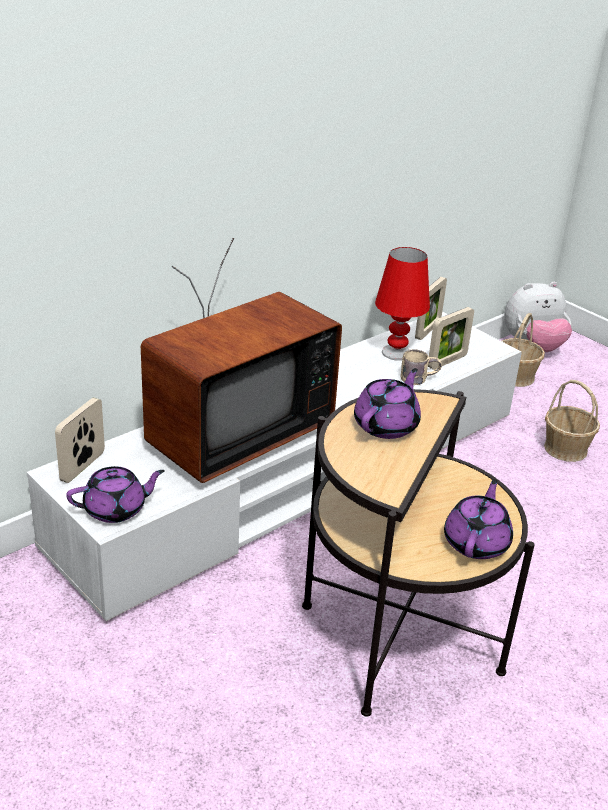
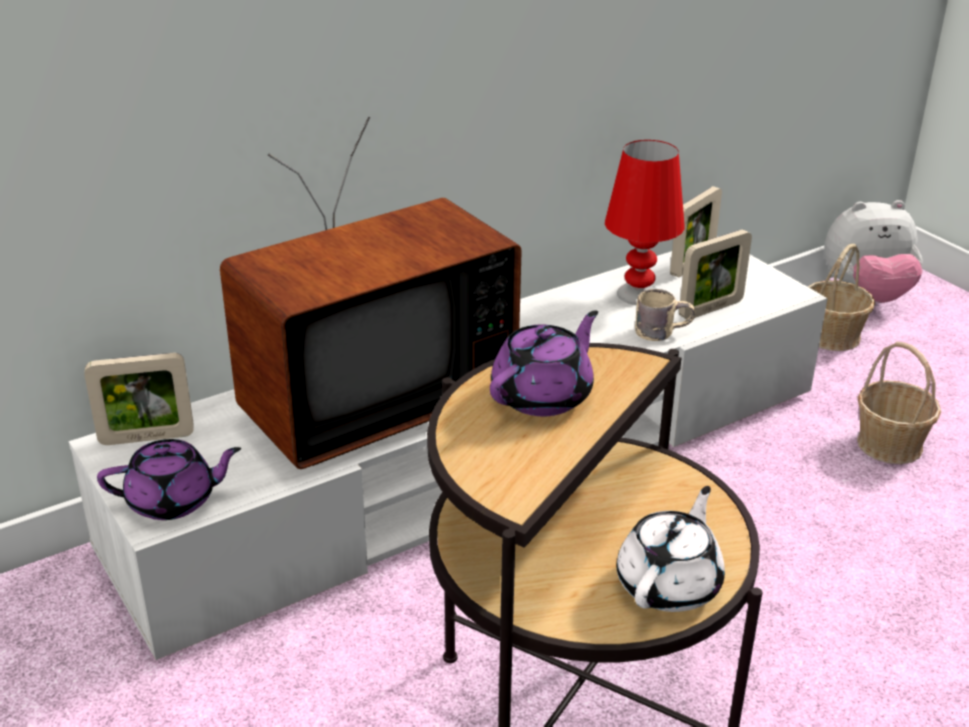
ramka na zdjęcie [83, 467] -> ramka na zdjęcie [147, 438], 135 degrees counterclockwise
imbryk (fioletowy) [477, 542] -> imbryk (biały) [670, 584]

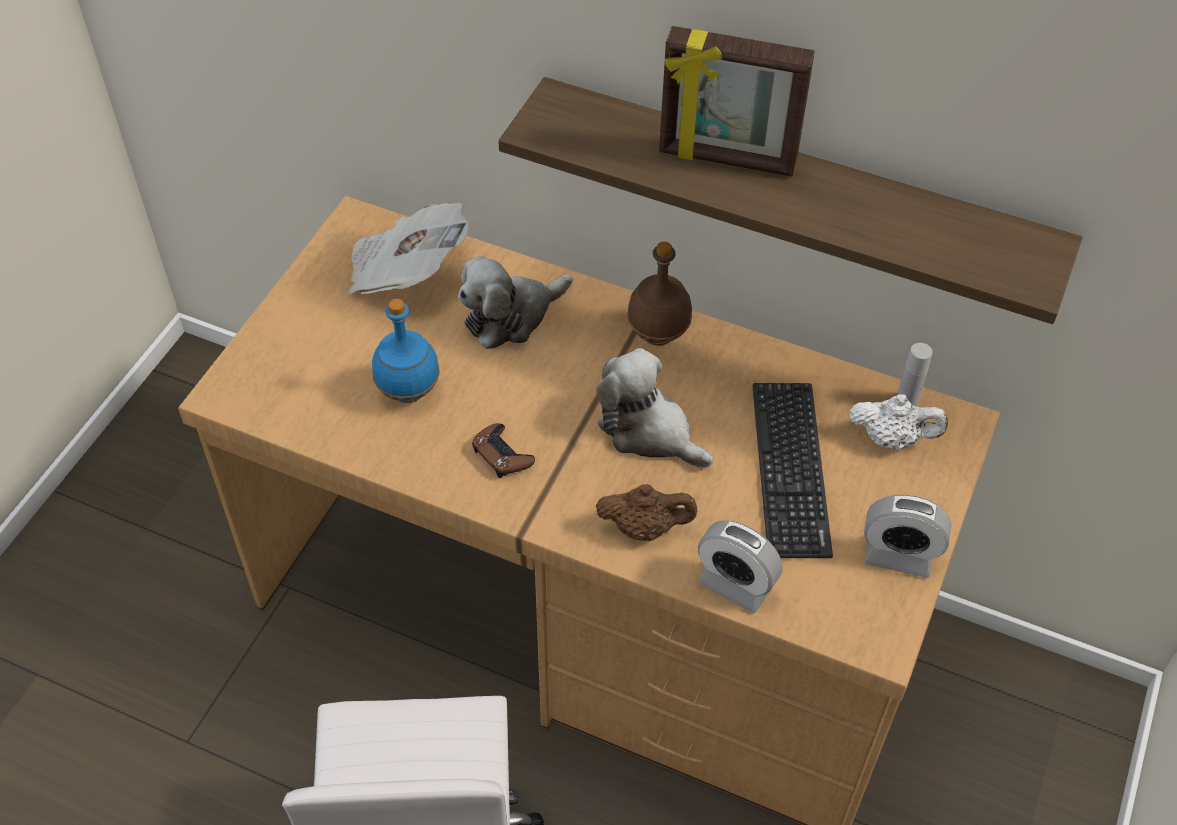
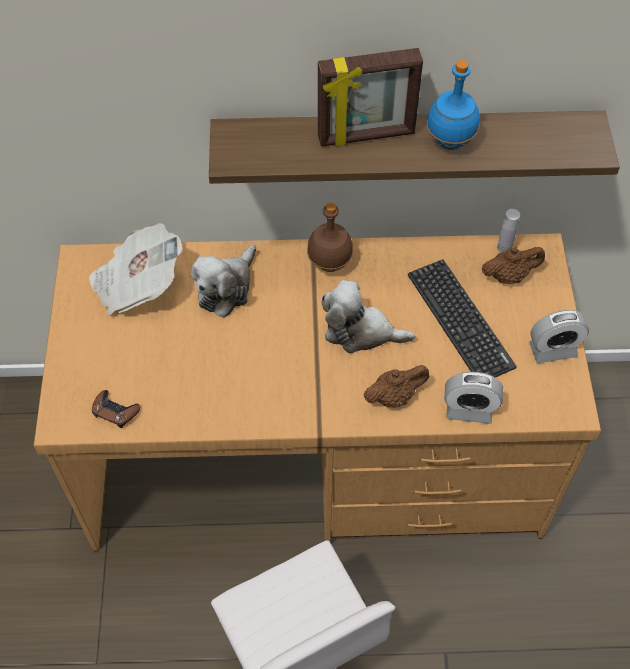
pad do gier (brązowy) [502, 455] -> pad do gier (brązowy) [115, 411], relocated
butelka (niebieski) [408, 391] -> butelka (niebieski) [449, 141], relocated
imbryk (biały) [892, 439] -> imbryk (brązowy) [509, 276]

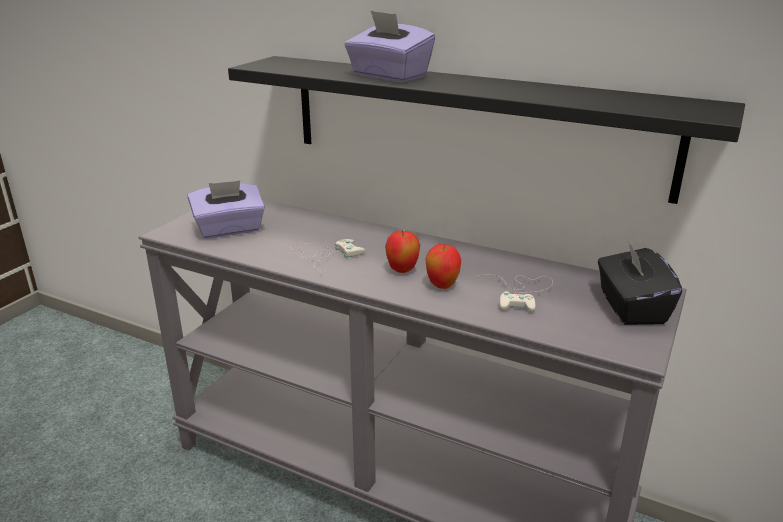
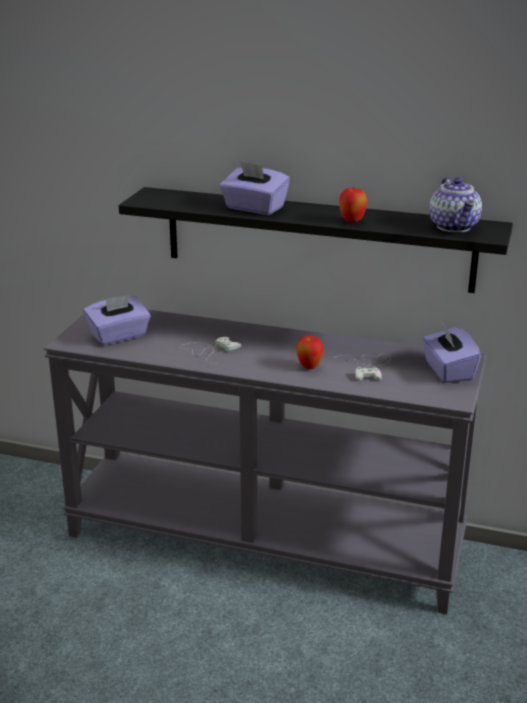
jabłko [402, 270] -> jabłko [352, 221], relocated
pudełko chusteczek (czarny) [630, 307] -> pudełko chusteczek (fioletowy) [447, 371]
none -> imbryk [455, 227]

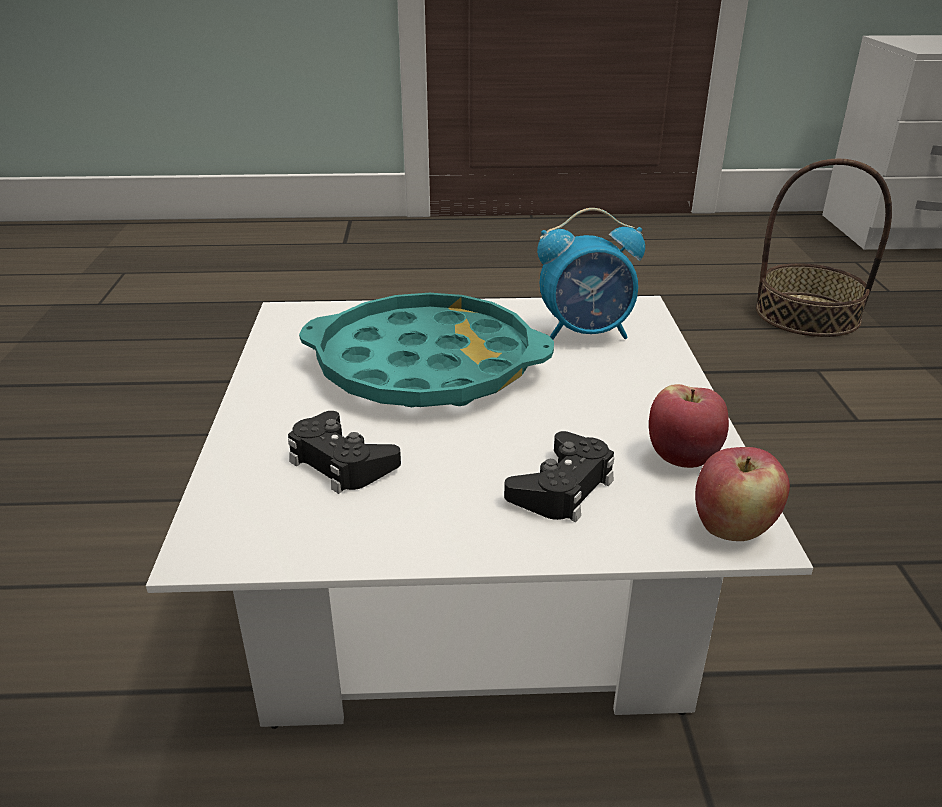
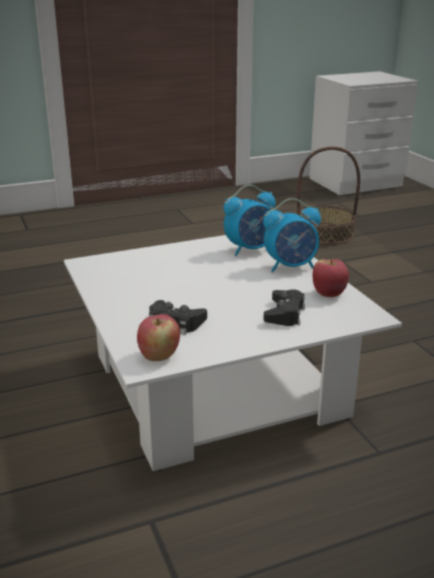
jabłko [732, 528] -> jabłko [159, 356], relocated
none -> budzik [291, 266]
taca (turkusowy) [426, 366] -> none

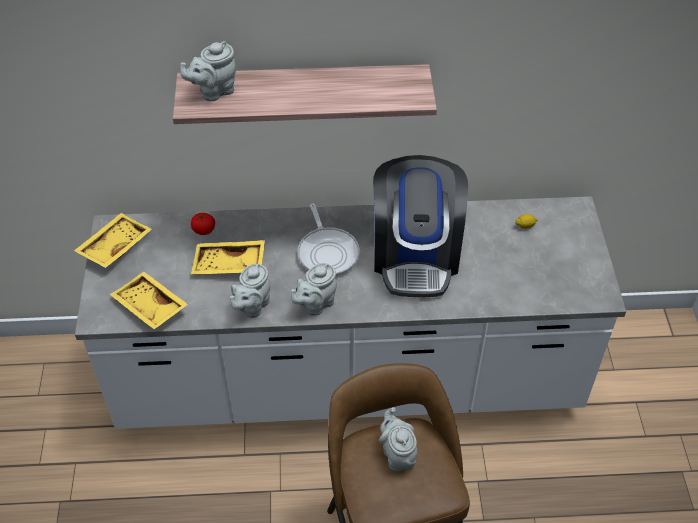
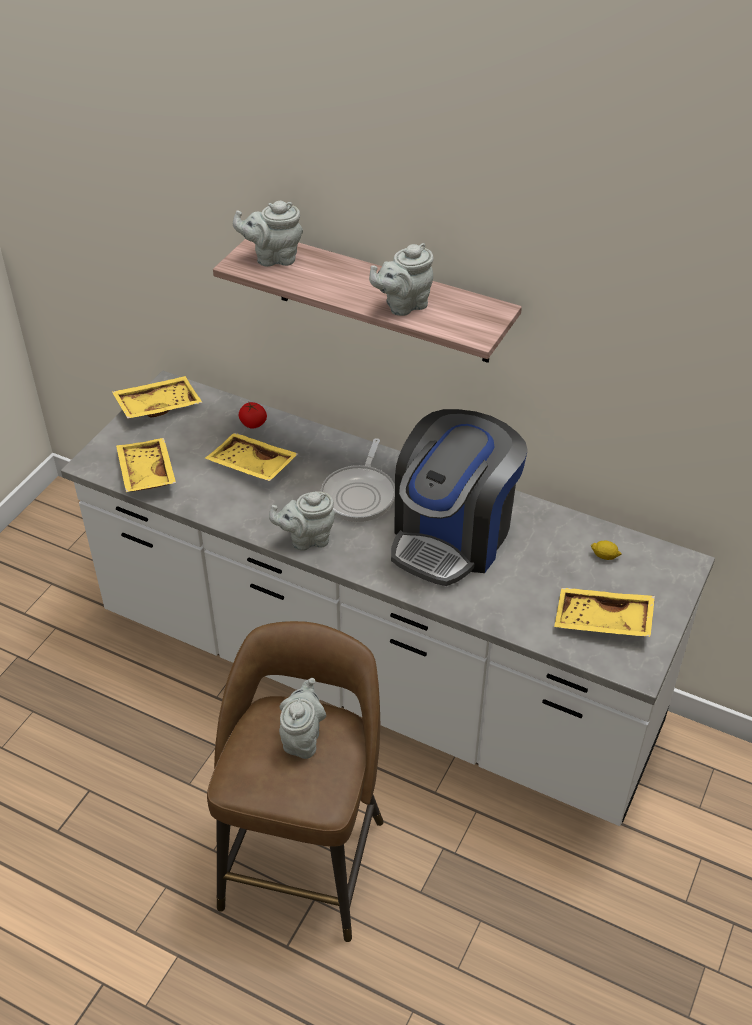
imbryk (szary) [252, 306] -> imbryk (szary) [403, 305], relocated
none -> taca (żółty) [602, 622]

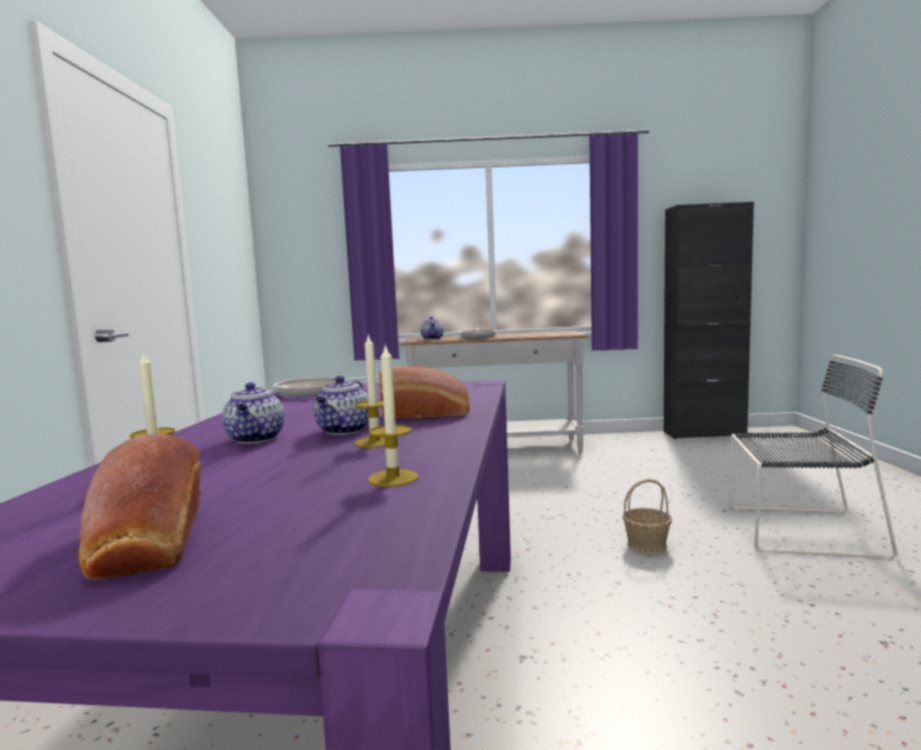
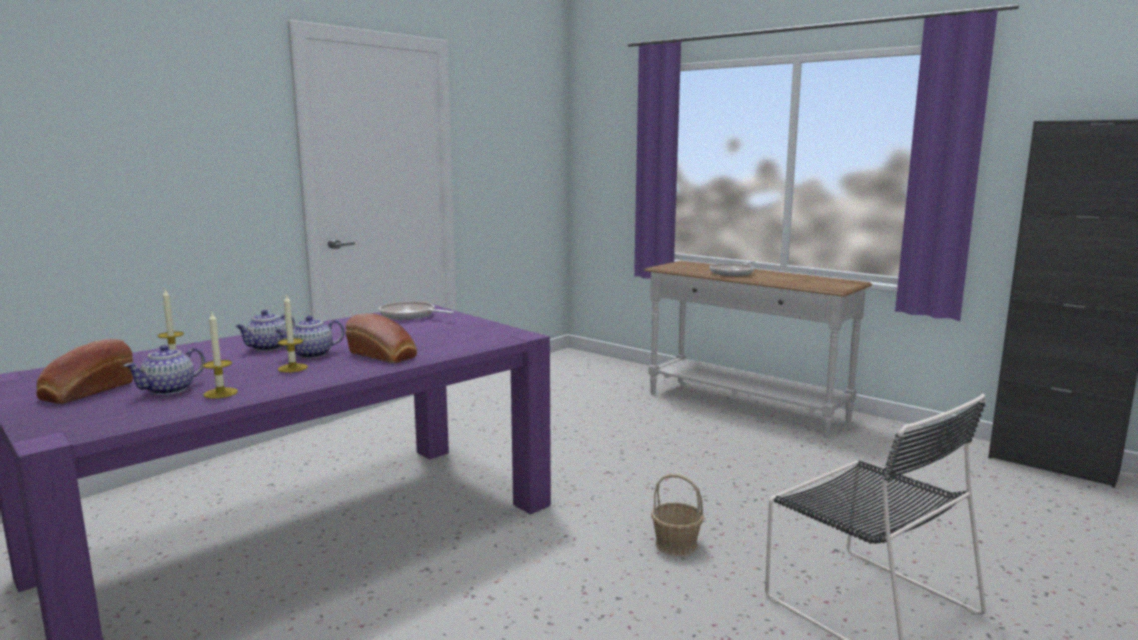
imbryk [432, 338] -> imbryk [170, 390], relocated

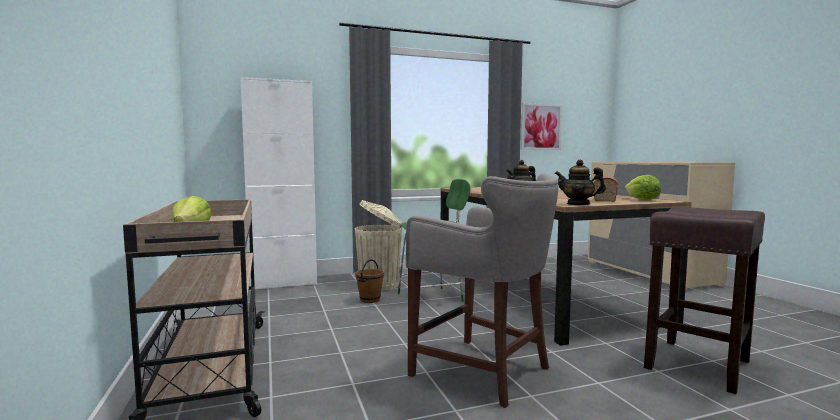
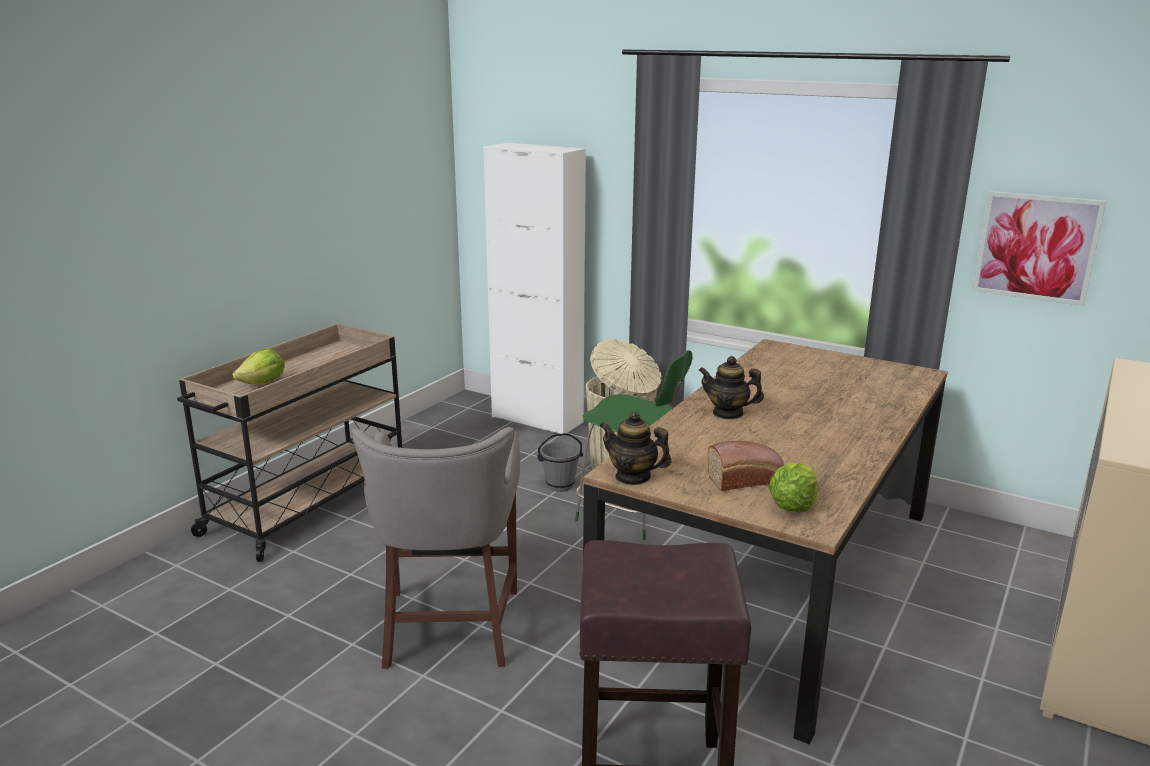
wiadro (brązowy) [369, 300] -> wiadro (szary) [560, 485]
imbryk [578, 204] -> imbryk [633, 477], 45 degrees counterclockwise

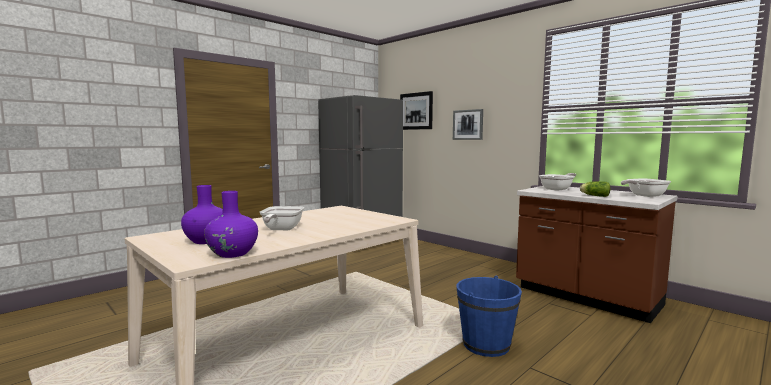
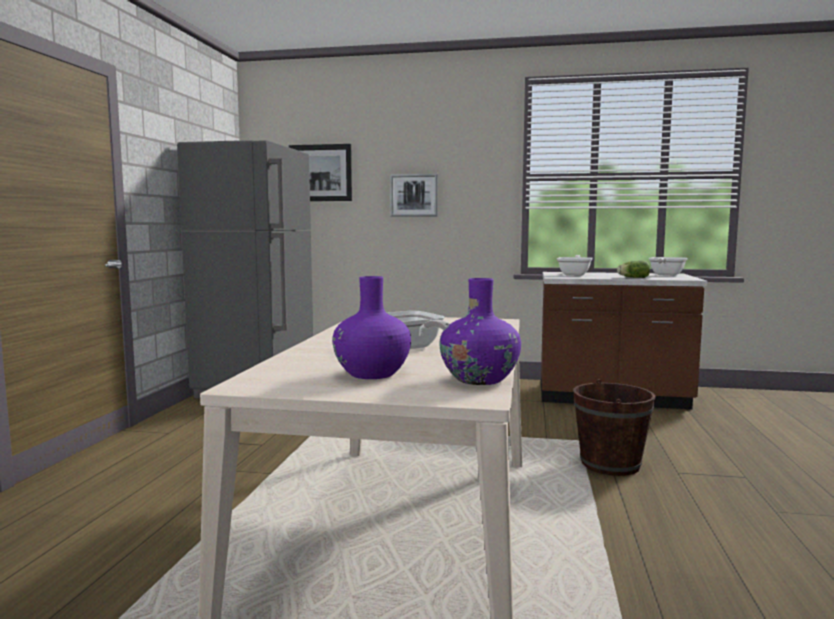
wiadro (niebieski) [486, 344] -> wiadro (brązowy) [610, 464]

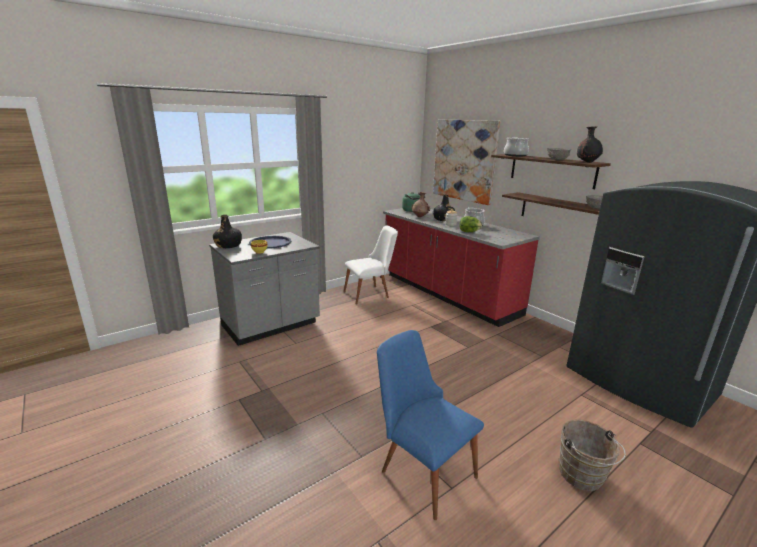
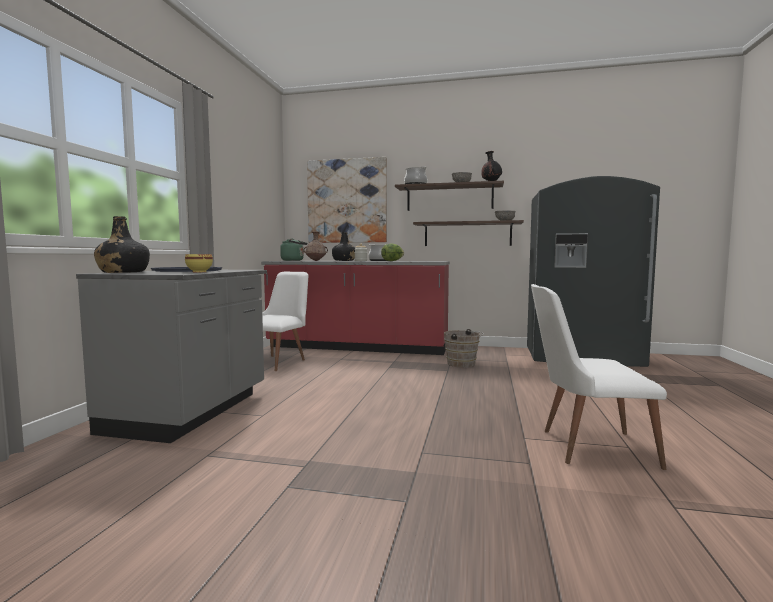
wiadro (brązowy) [582, 477] -> wiadro (brązowy) [463, 364], relocated
krzesło (niebieski) [422, 468] -> krzesło (biały) [585, 446]

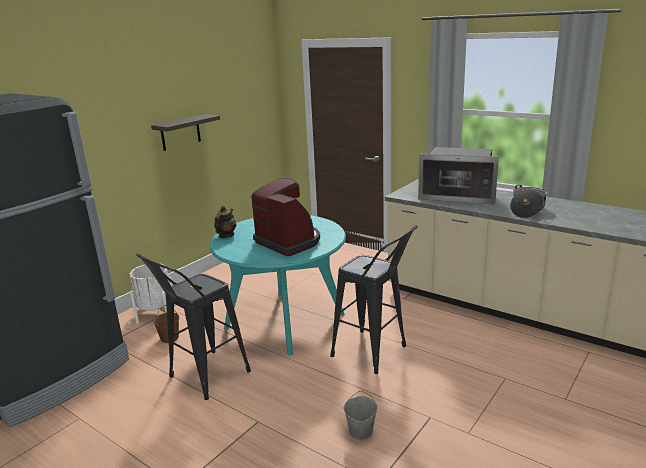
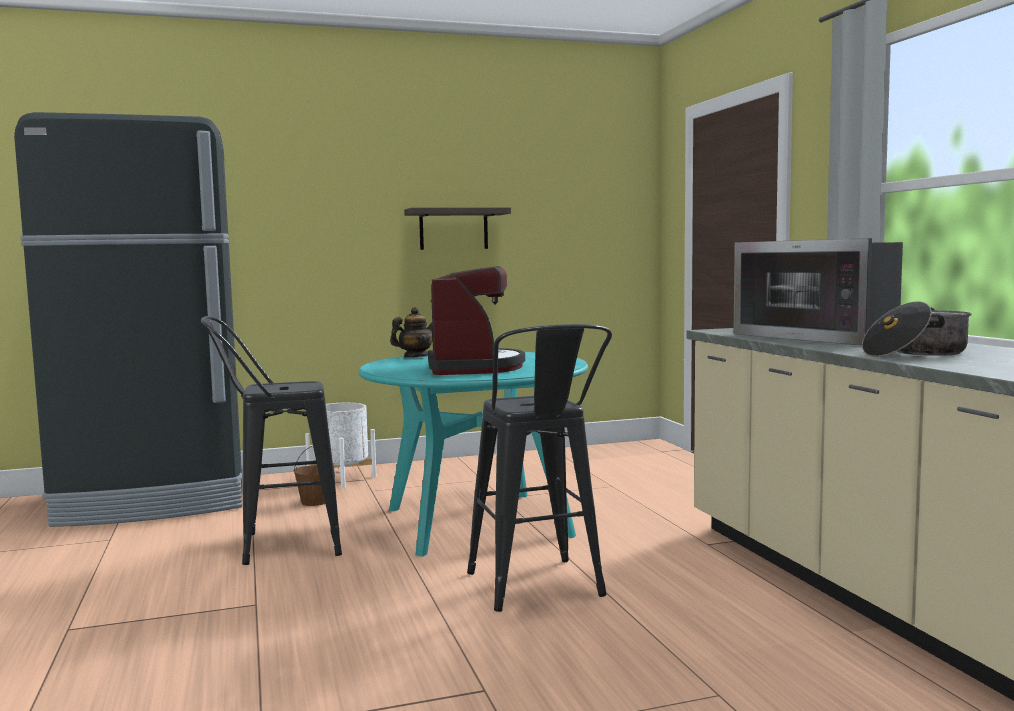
wiadro (szary) [361, 431] -> none

